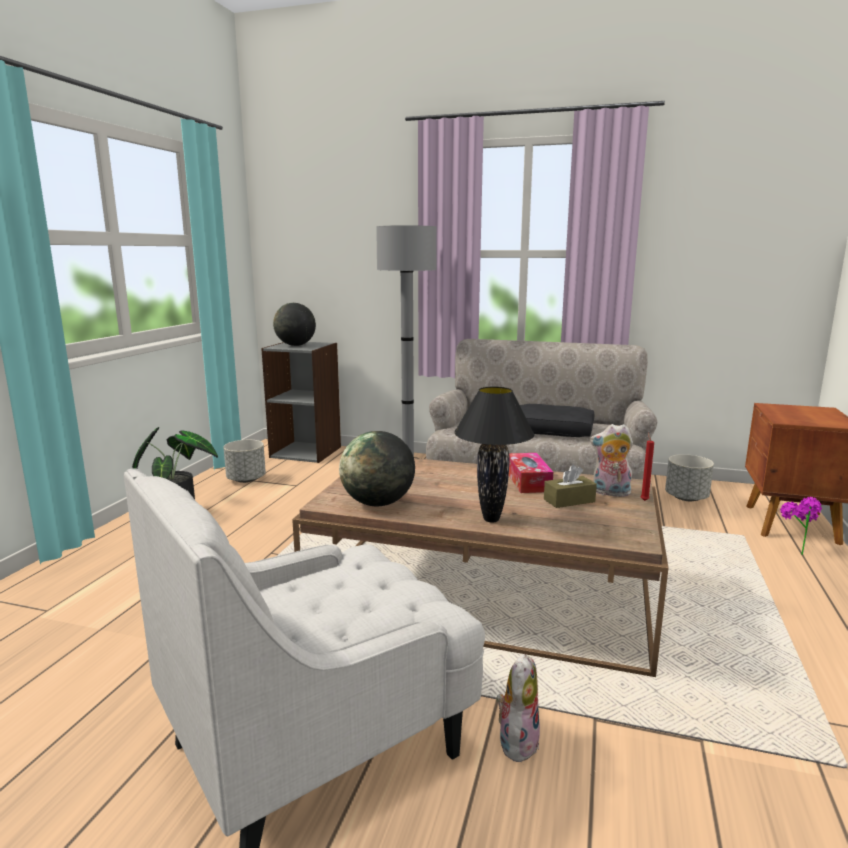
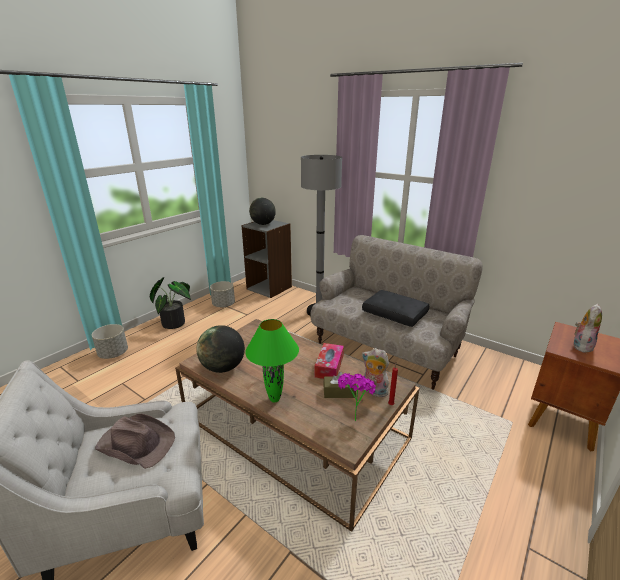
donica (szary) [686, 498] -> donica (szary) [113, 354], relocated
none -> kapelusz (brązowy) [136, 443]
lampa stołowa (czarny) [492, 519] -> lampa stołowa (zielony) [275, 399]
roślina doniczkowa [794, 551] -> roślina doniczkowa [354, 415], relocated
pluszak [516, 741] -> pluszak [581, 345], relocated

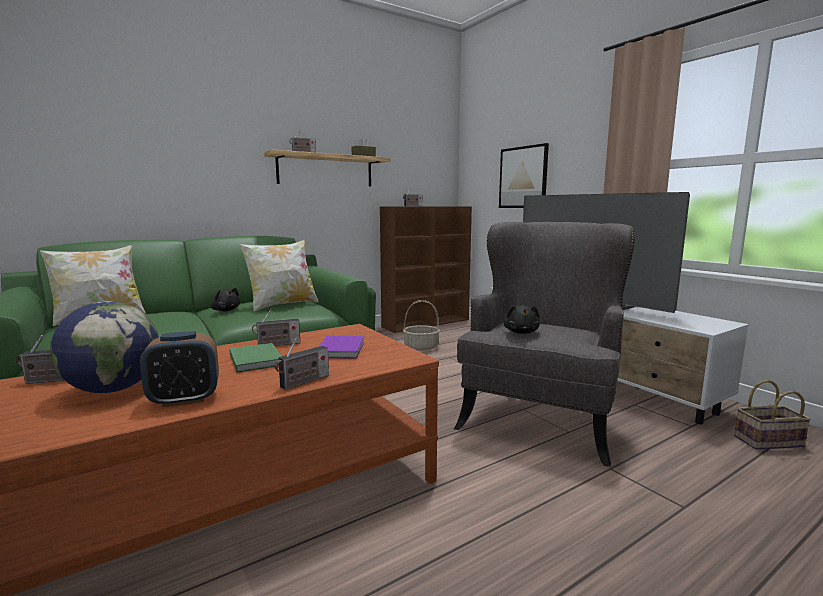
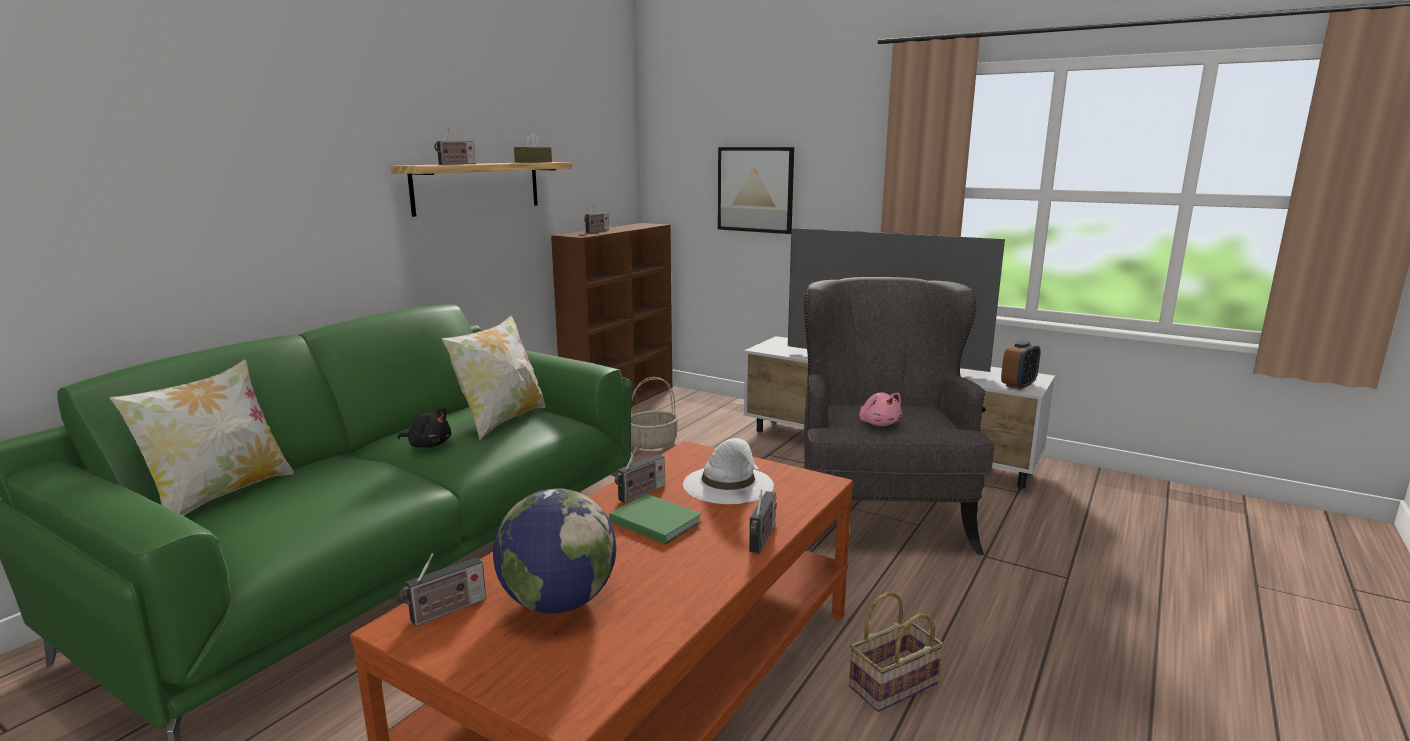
książka (fioletowy) [342, 349] -> kapelusz (biały) [729, 485]
koszyk [768, 442] -> koszyk [893, 687], relocated
pluszak (czarny) [521, 332] -> pluszak (różowy) [878, 423]
budzik [184, 399] -> budzik [1018, 385], relocated

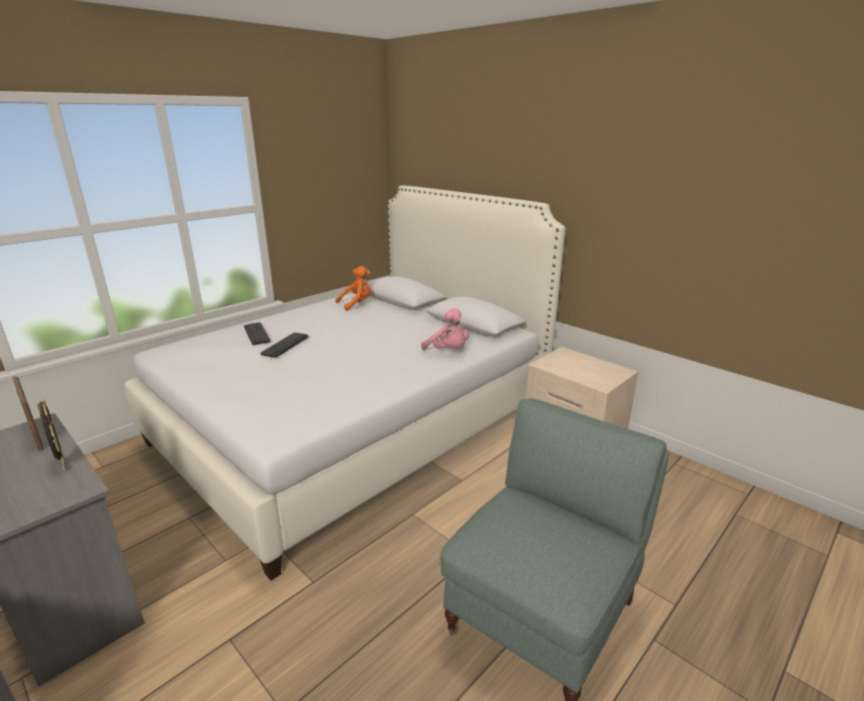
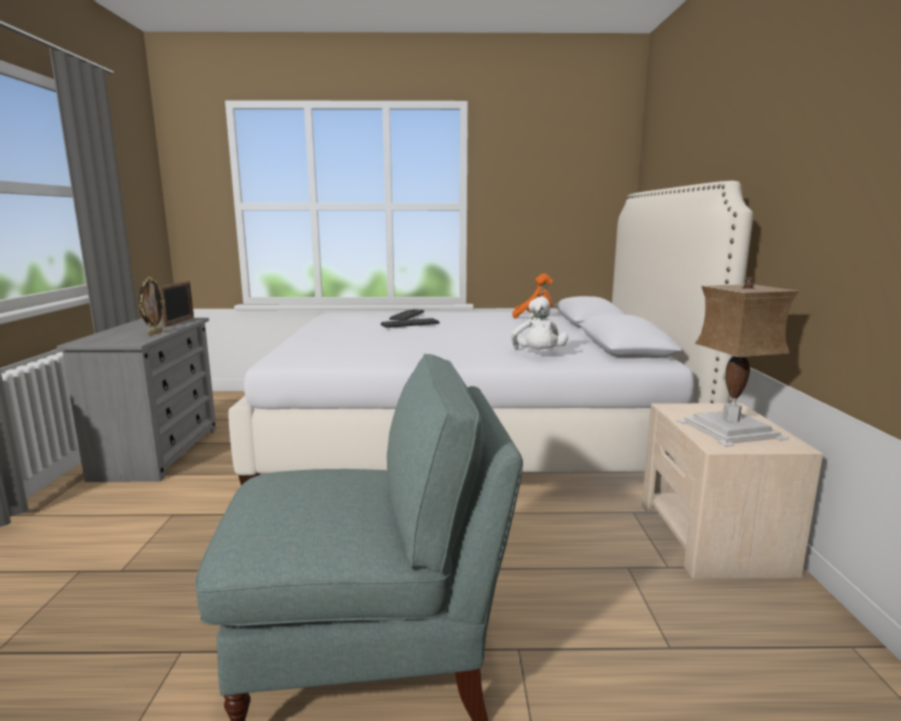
pluszak (różowy) [448, 351] -> pluszak (biały) [538, 355]
none -> lampa stołowa [732, 430]

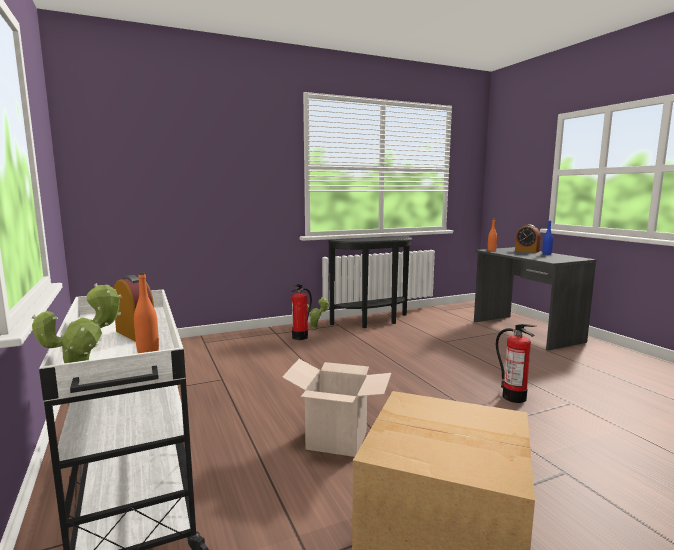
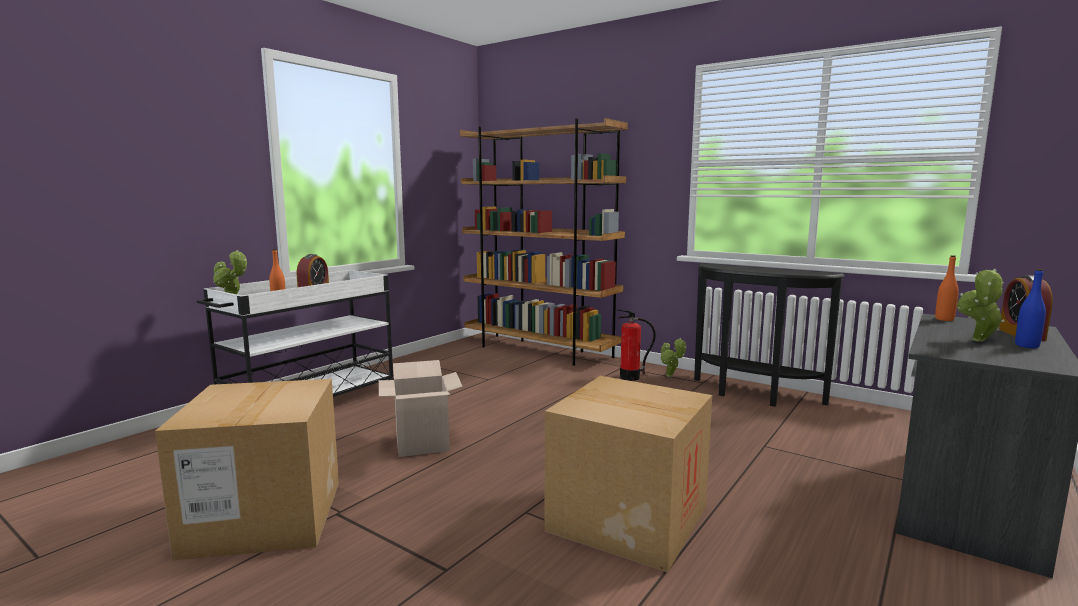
none -> regał (brązowy) [539, 350]
gaśnica [514, 397] -> karton [628, 518]
none -> roślina doniczkowa [978, 341]

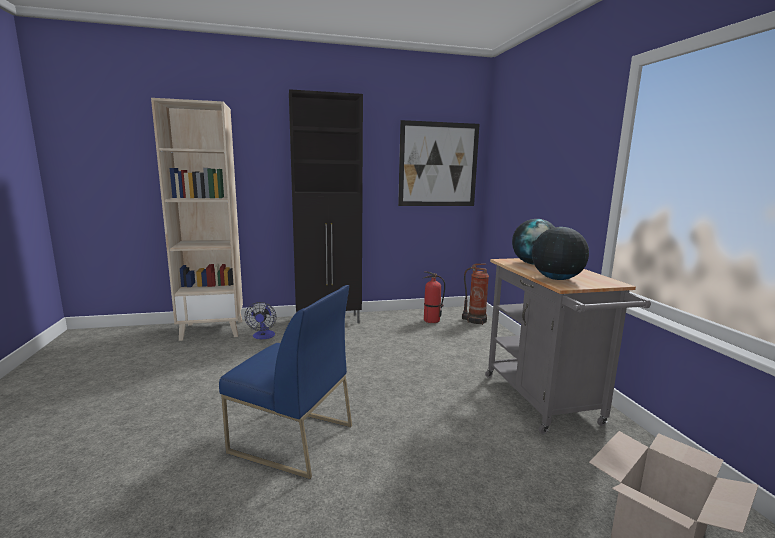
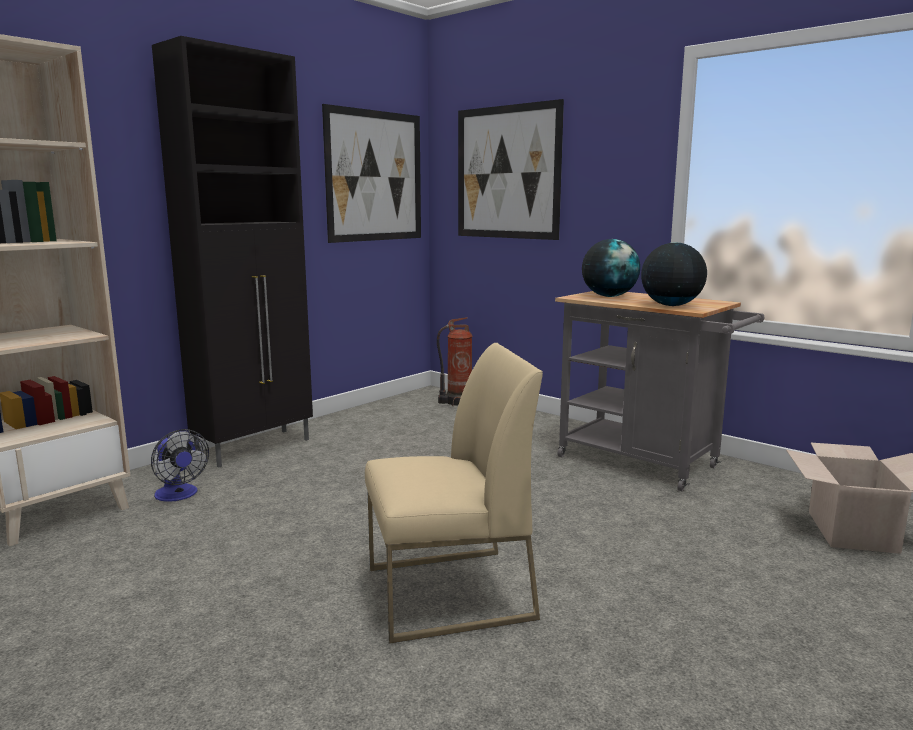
krzesło (niebieski) [291, 439] -> krzesło (beżowy) [448, 594]
none -> obraz [507, 172]
gaśnica [431, 320] -> none

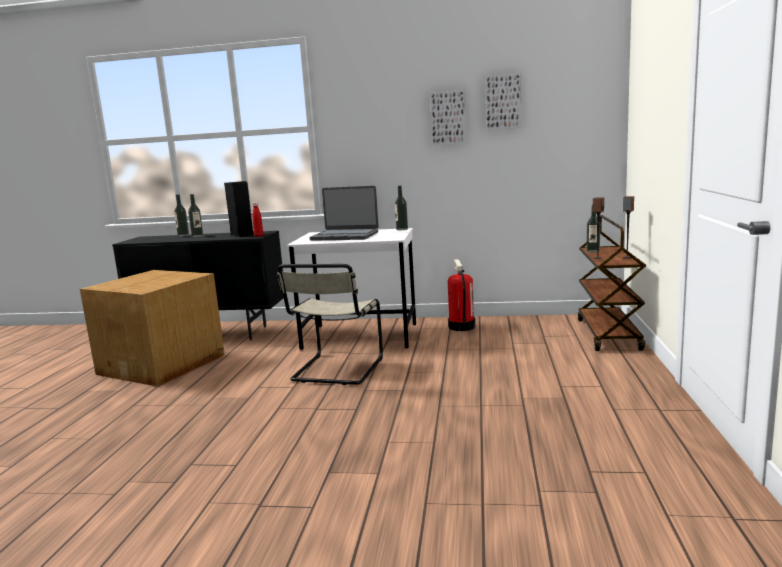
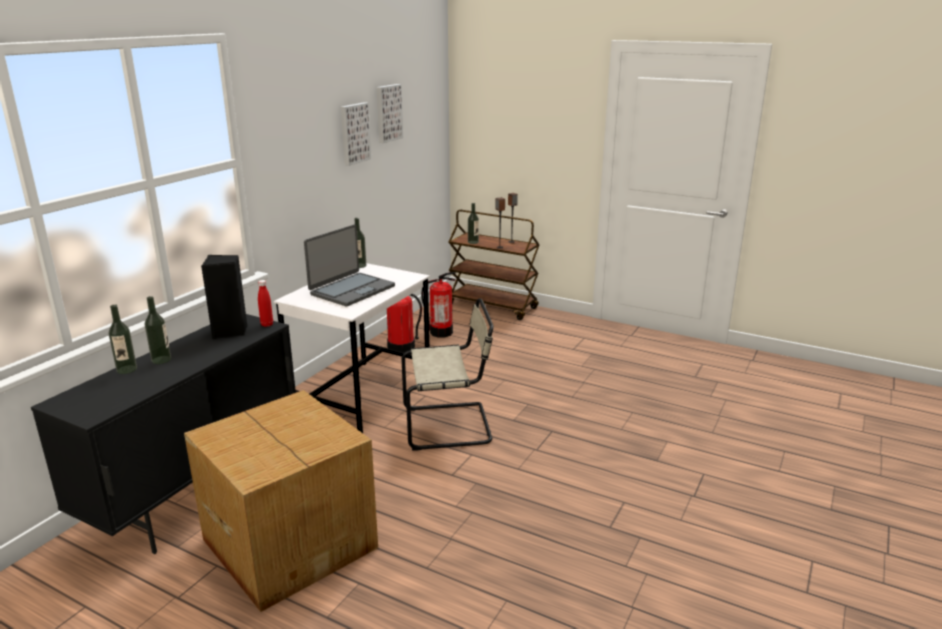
krzesło (beżowy) [336, 371] -> krzesło (beżowy) [451, 426], 45 degrees counterclockwise
none -> gaśnica [441, 332]

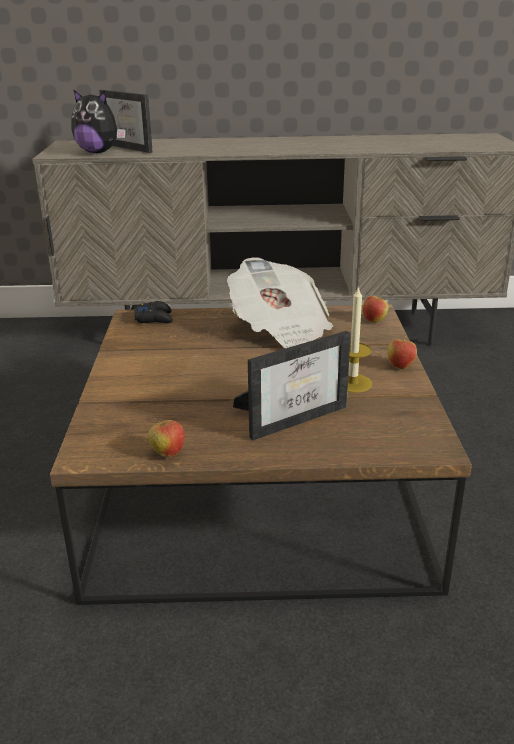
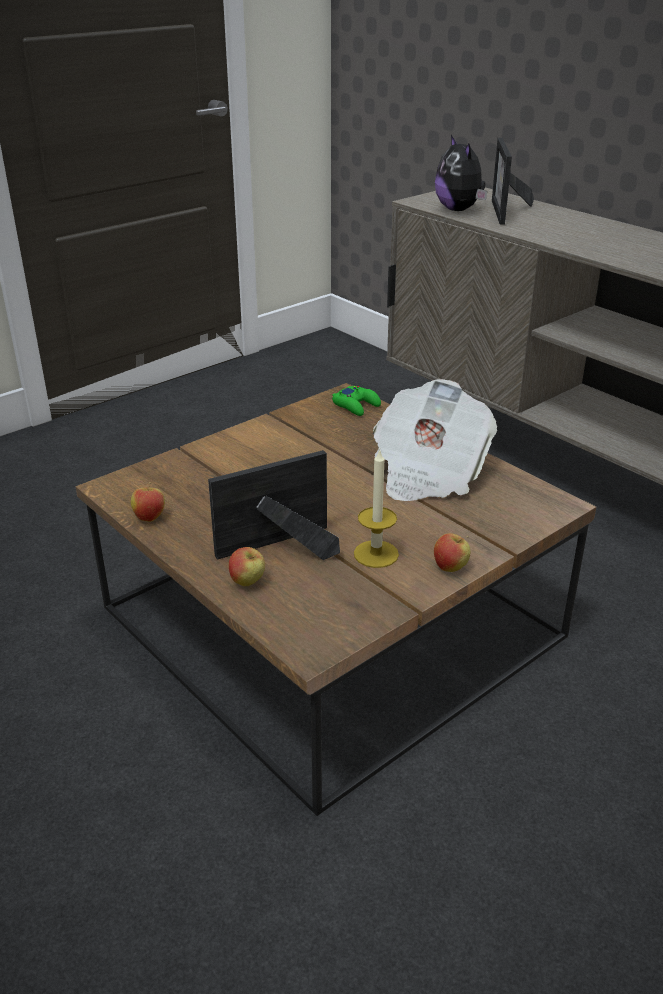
ramka na zdjęcie [294, 416] -> ramka na zdjęcie [274, 549], 135 degrees clockwise
jabłko [374, 321] -> jabłko [247, 582], relocated
pad do gier (czarny) [154, 318] -> pad do gier (zielony) [356, 405]

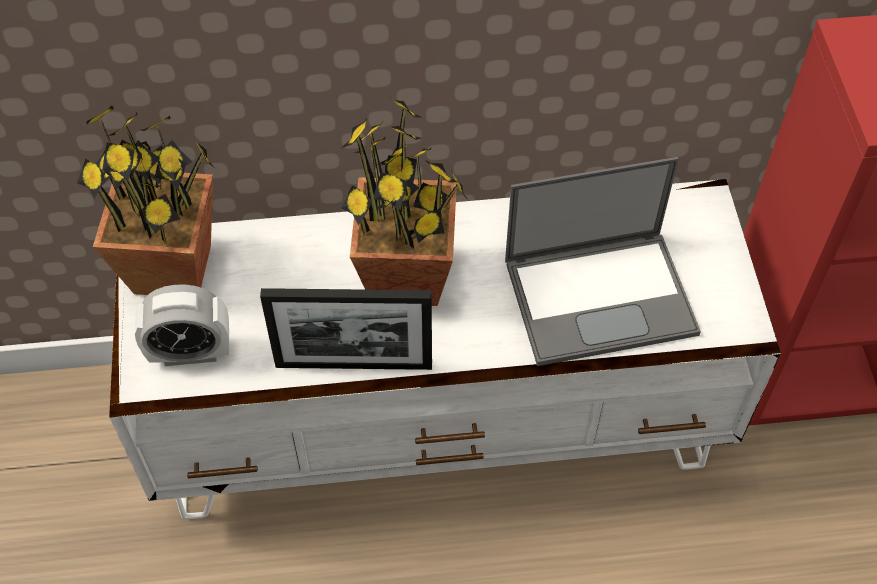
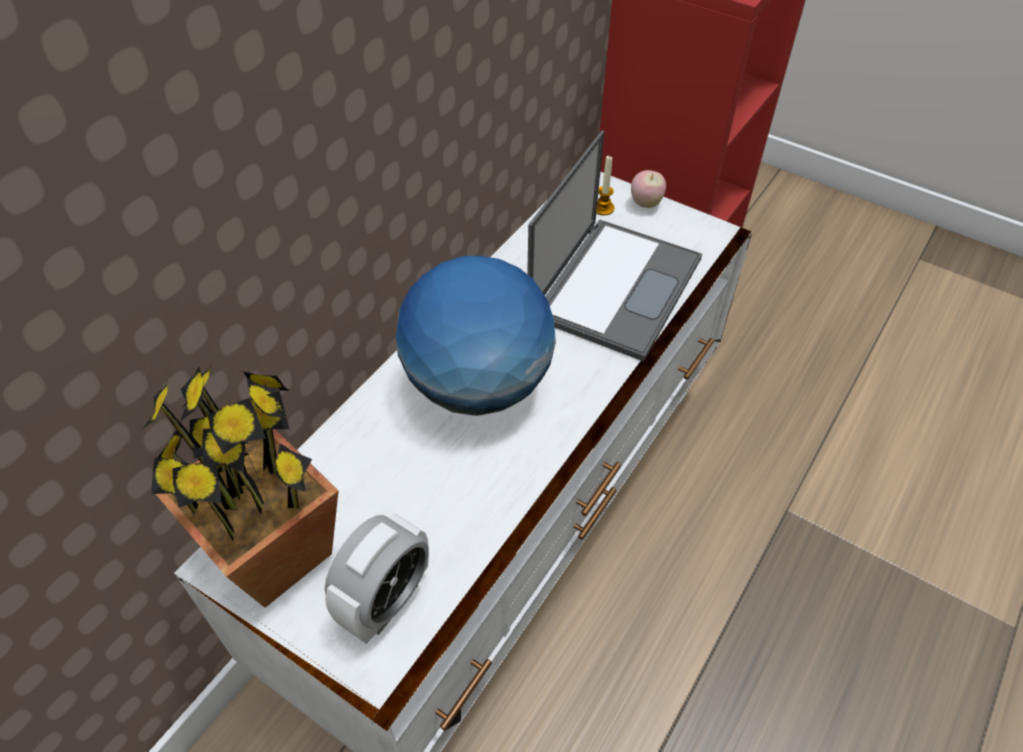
roślina doniczkowa [408, 277] -> globus [477, 385]
none -> świeca [603, 208]
none -> jabłko [645, 203]
ramka na zdjęcie [354, 364] -> none

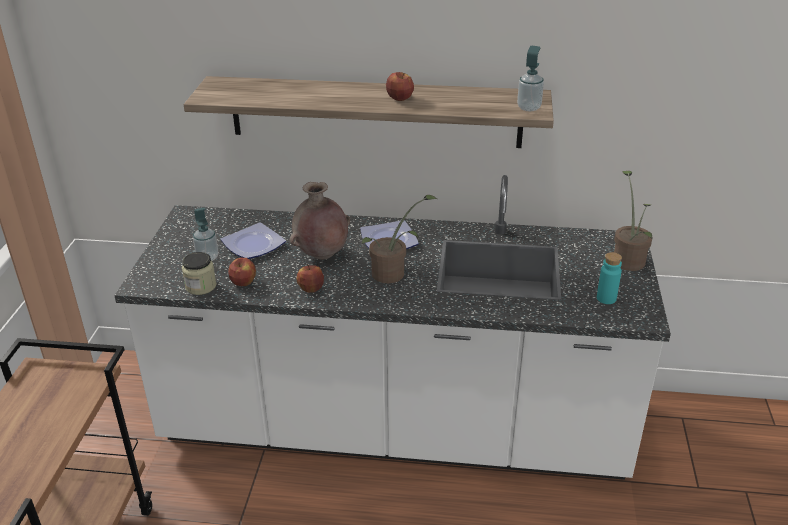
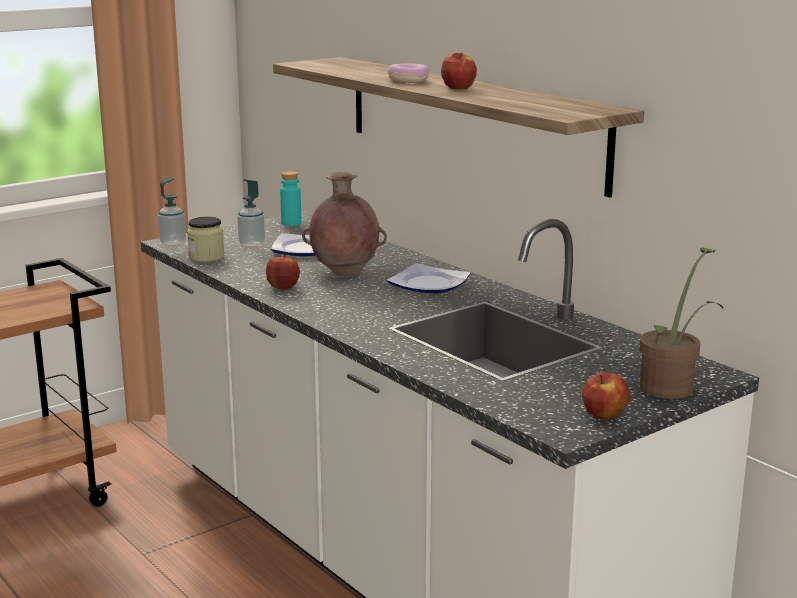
dozownik mydła [529, 107] -> dozownik mydła [173, 243], relocated
butelka (turkusowy) [606, 298] -> butelka (turkusowy) [291, 223], relocated
none -> donut [408, 80]
jabłko [244, 282] -> jabłko [605, 415], relocated
roślina doniczkowa [393, 273] -> none

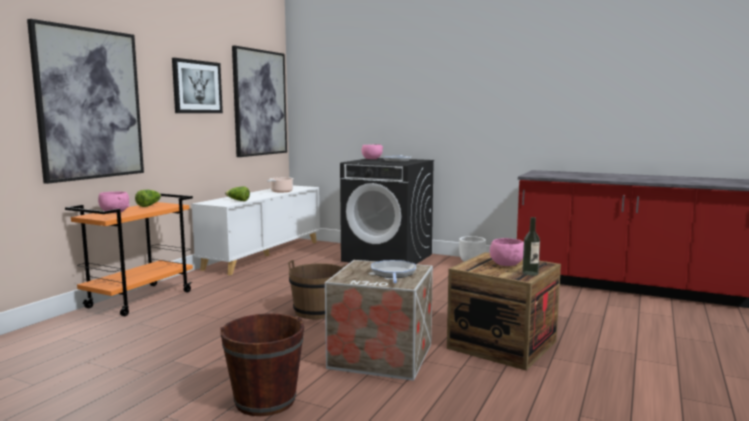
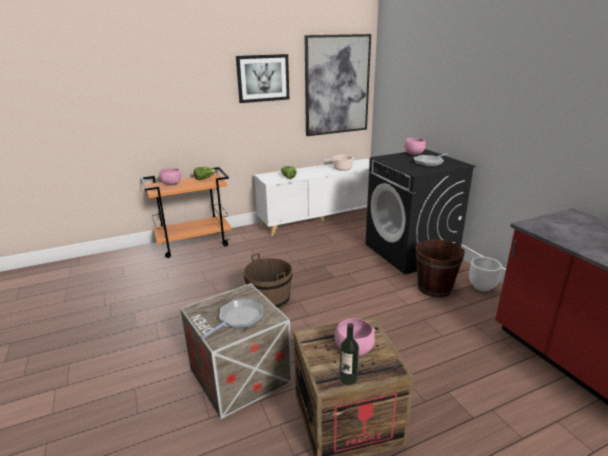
wiadro (brązowy) [265, 401] -> wiadro (brązowy) [434, 288], relocated
obraz [89, 104] -> none

